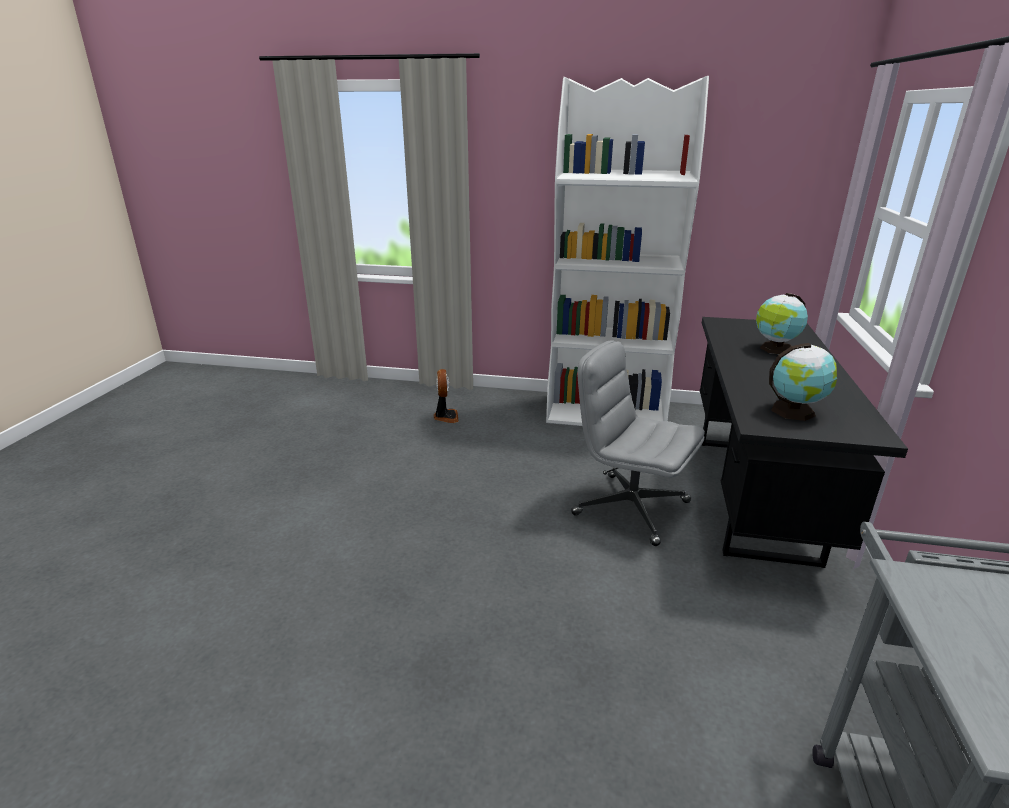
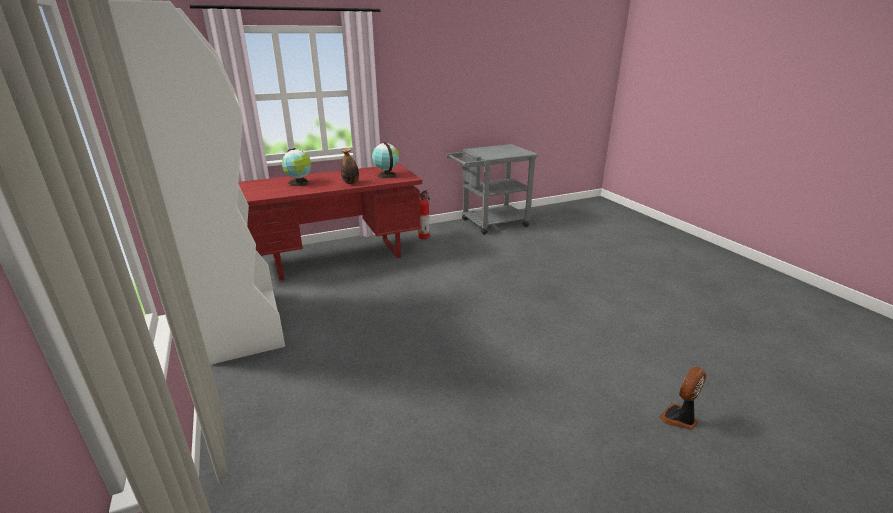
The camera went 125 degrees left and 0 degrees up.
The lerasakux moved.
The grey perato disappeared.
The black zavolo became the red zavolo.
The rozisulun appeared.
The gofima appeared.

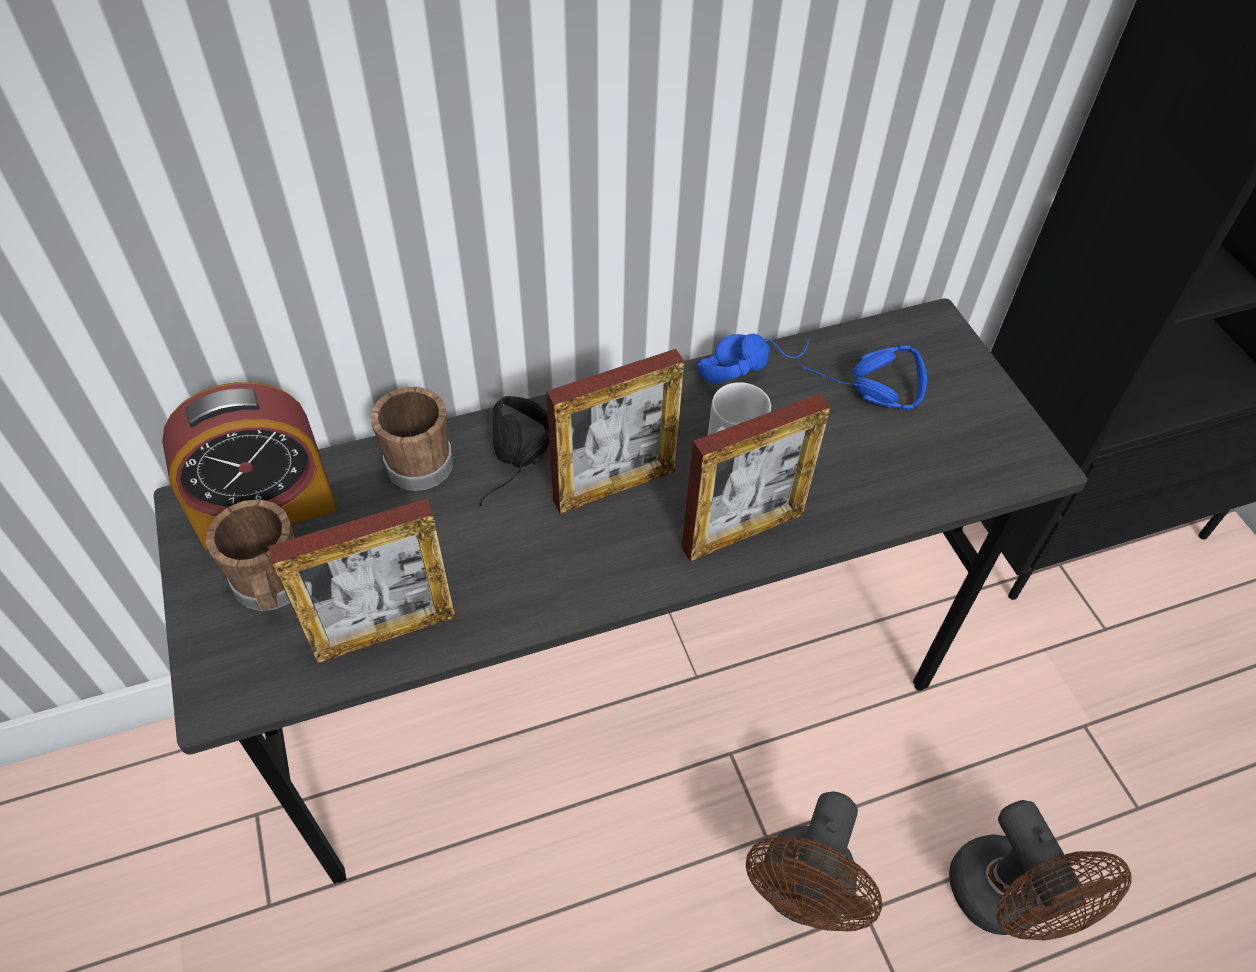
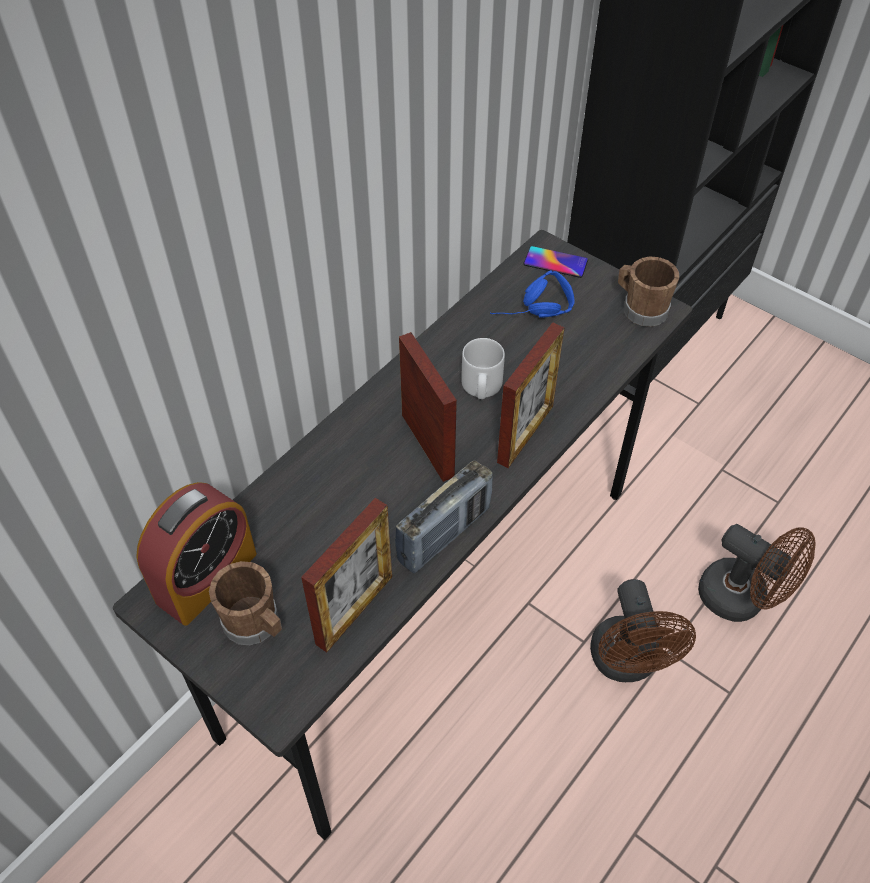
The camera went 30 degrees left and 0 degrees up.
The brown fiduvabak (2nd from left) moved.
The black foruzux disappeared.
The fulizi (2nd from left) turned 60 degrees counterclockwise.
The blue foruzux (1st from left) disappeared.
The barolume appeared.
The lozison appeared.

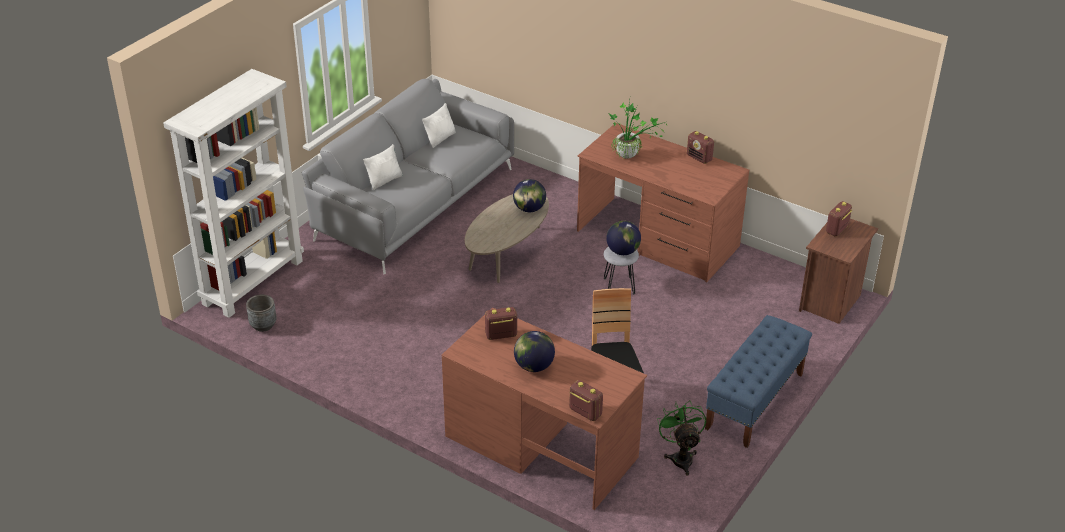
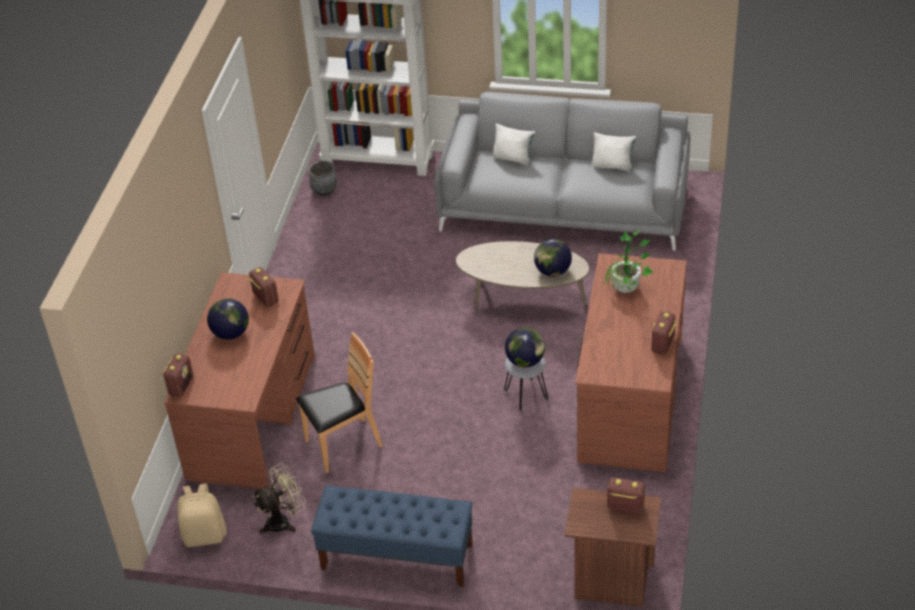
The camera went 70 degrees right and 5 degrees up.
The green lerasakux became the beige lerasakux.
The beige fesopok appeared.

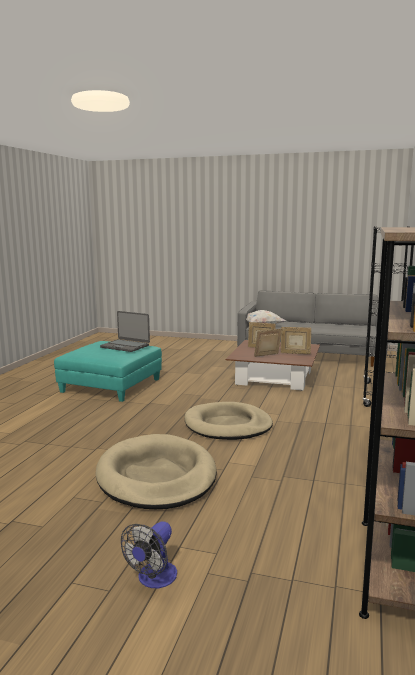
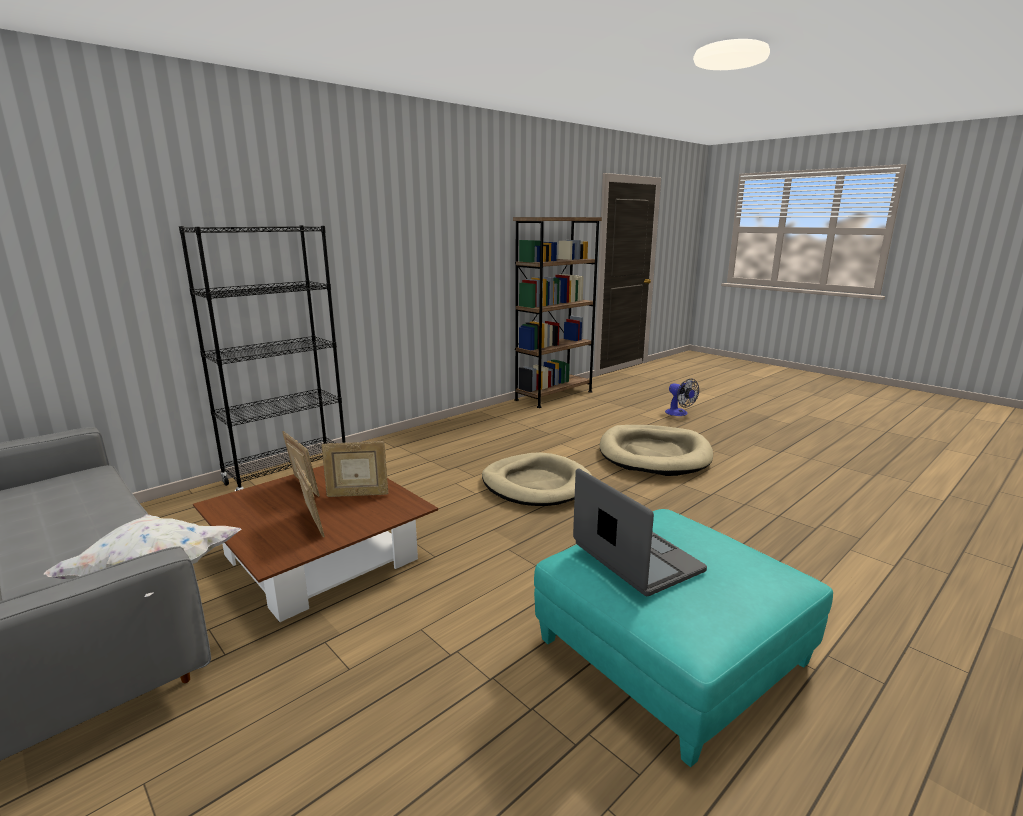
The camera went 150 degrees left and 5 degrees up.
The lerasakux turned 90 degrees clockwise.

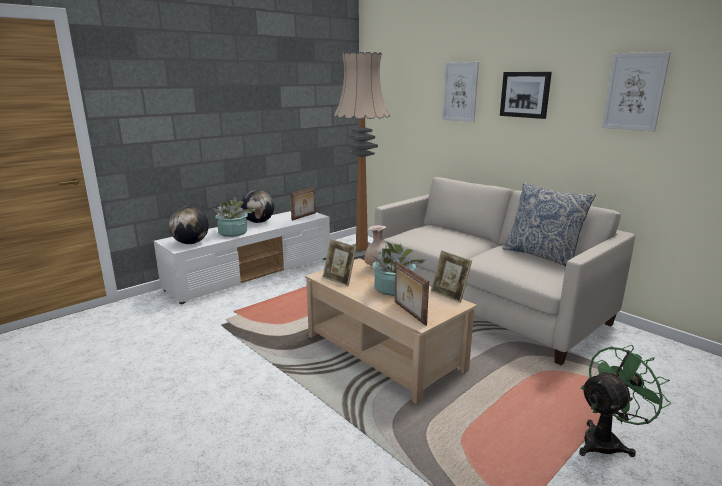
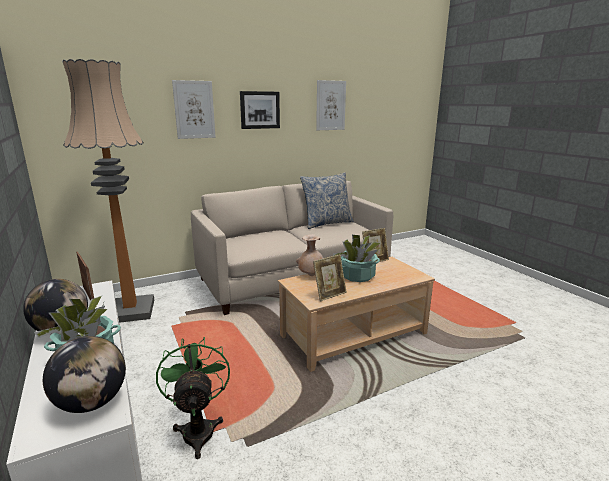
The camera went 75 degrees left and 0 degrees up.
The fulizi (3rd from left) disappeared.
The green lerasakux moved.

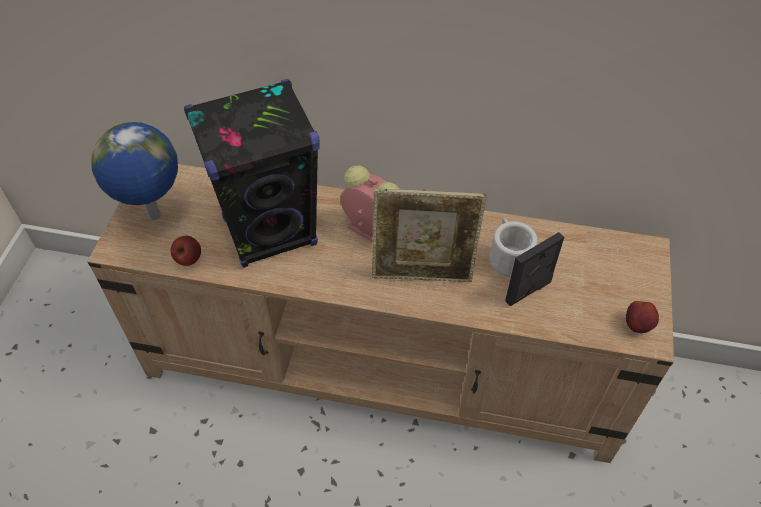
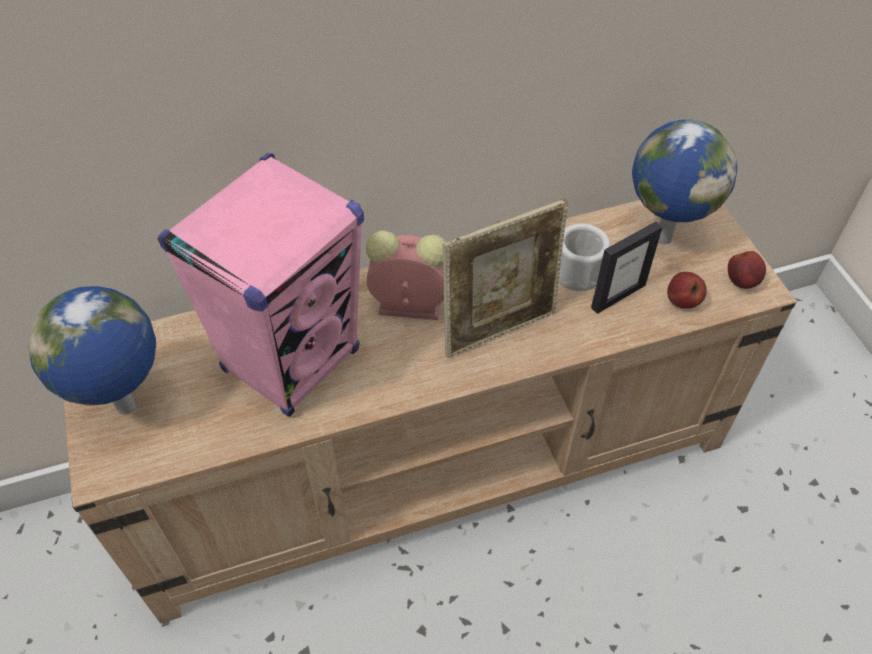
The camera went 30 degrees left and 0 degrees up.
The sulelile (1st from left) moved.
The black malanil became the pink malanil.
The fulizi (2nd from left) turned 150 degrees counterclockwise.
The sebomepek (2nd from left) appeared.

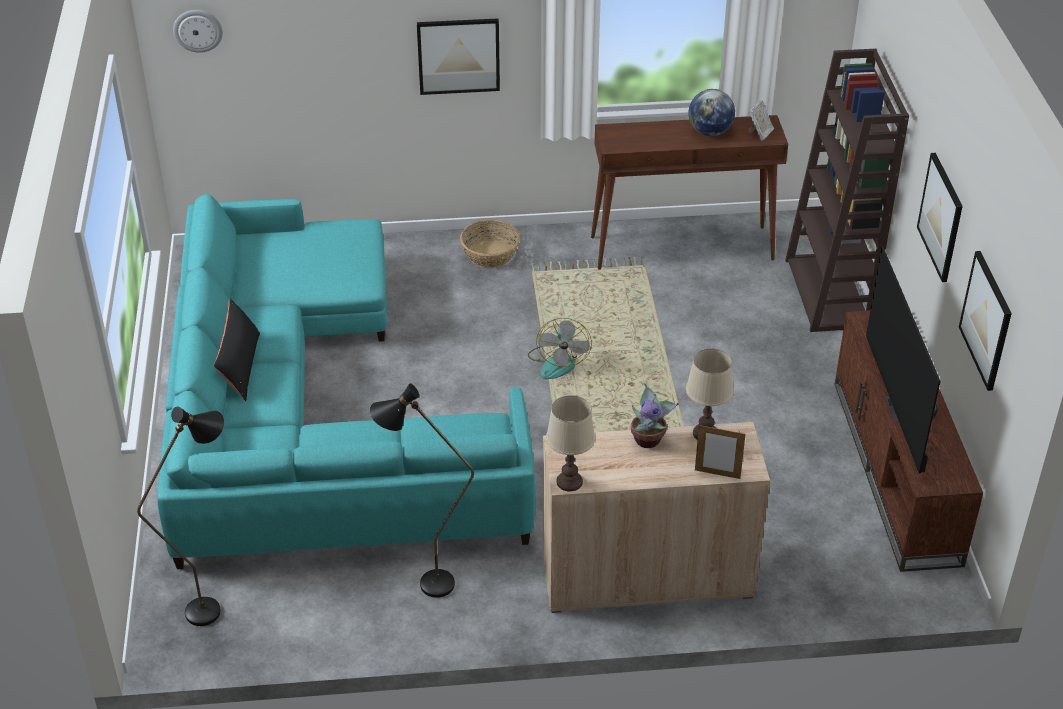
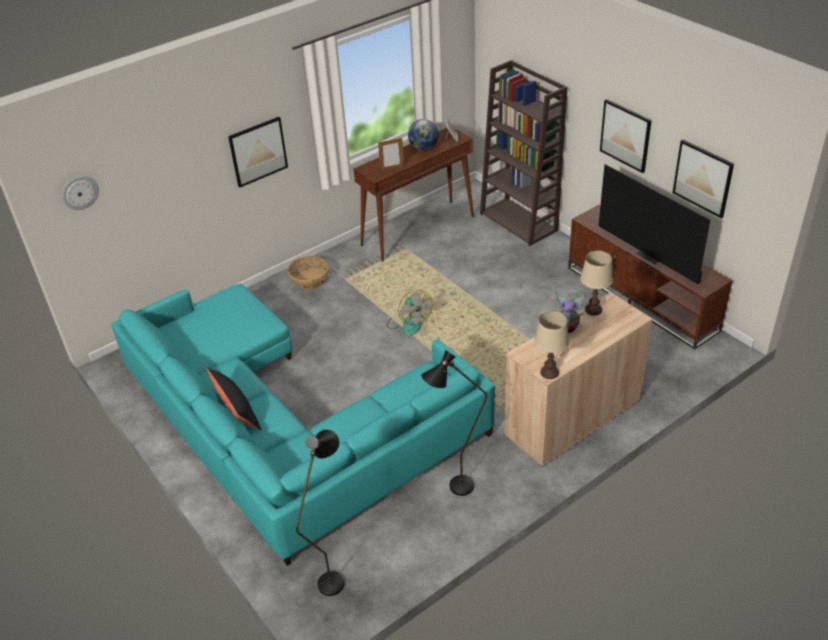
The camera went 30 degrees left and 0 degrees up.
The fulizi (1st from left) moved.

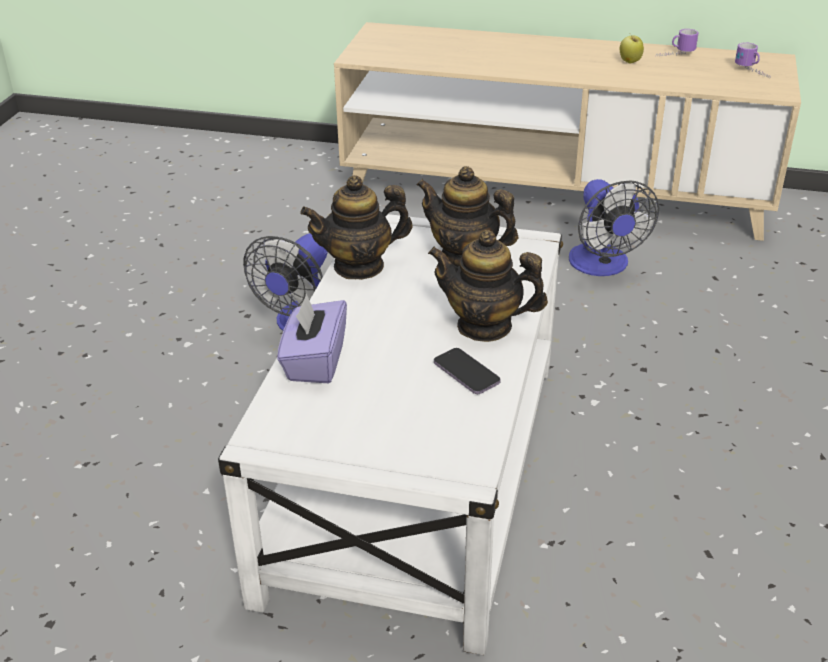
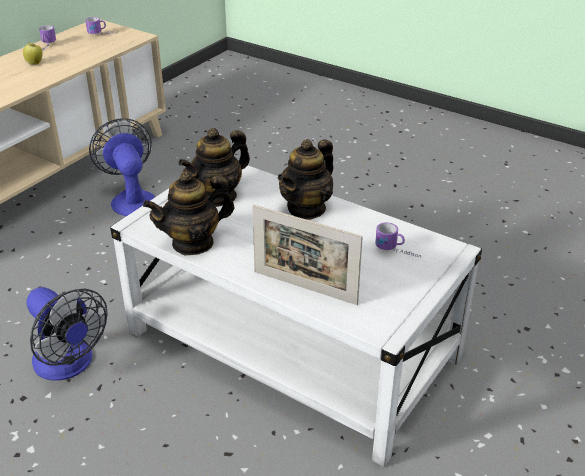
The camera went 70 degrees left and 0 degrees up.
The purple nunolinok was replaced by the fulizi.
The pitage (1st from left) turned 60 degrees clockwise.
The lozison disappeared.
The lerasakux (2nd from left) turned 120 degrees counterclockwise.
The fiduvabak (3rd from left) appeared.

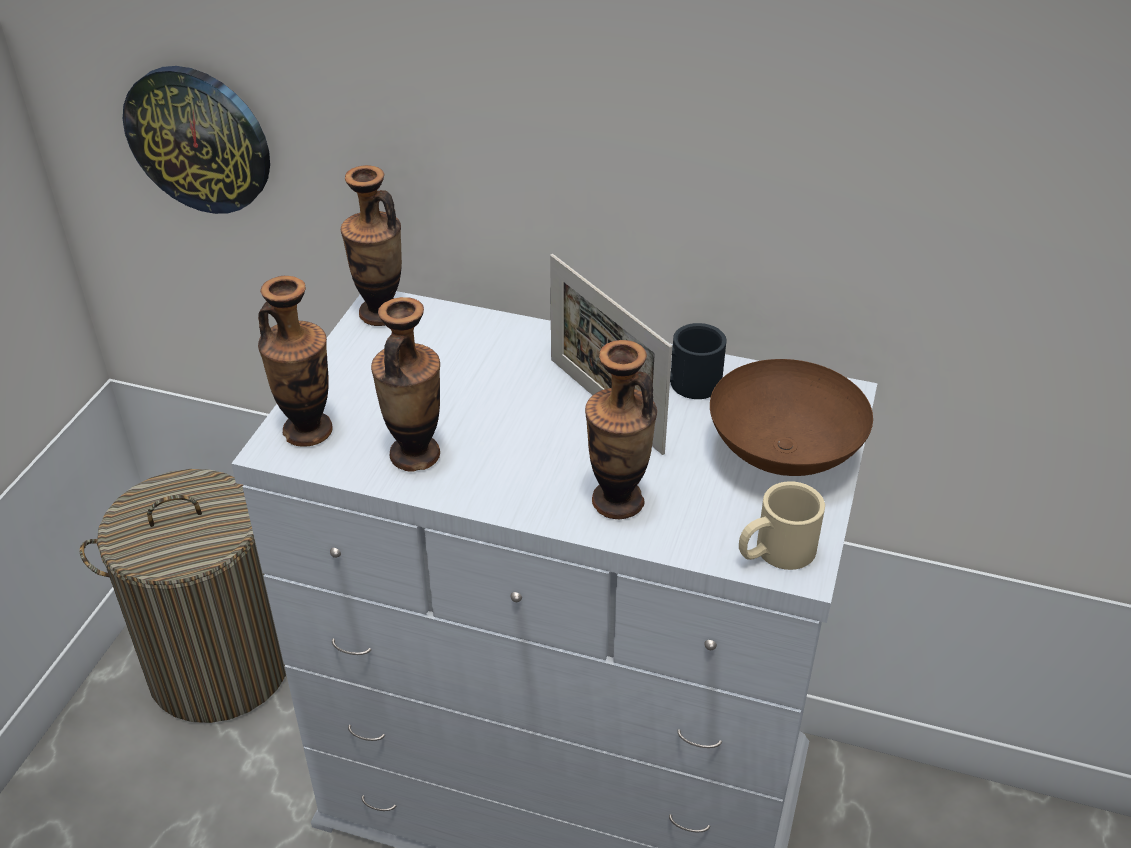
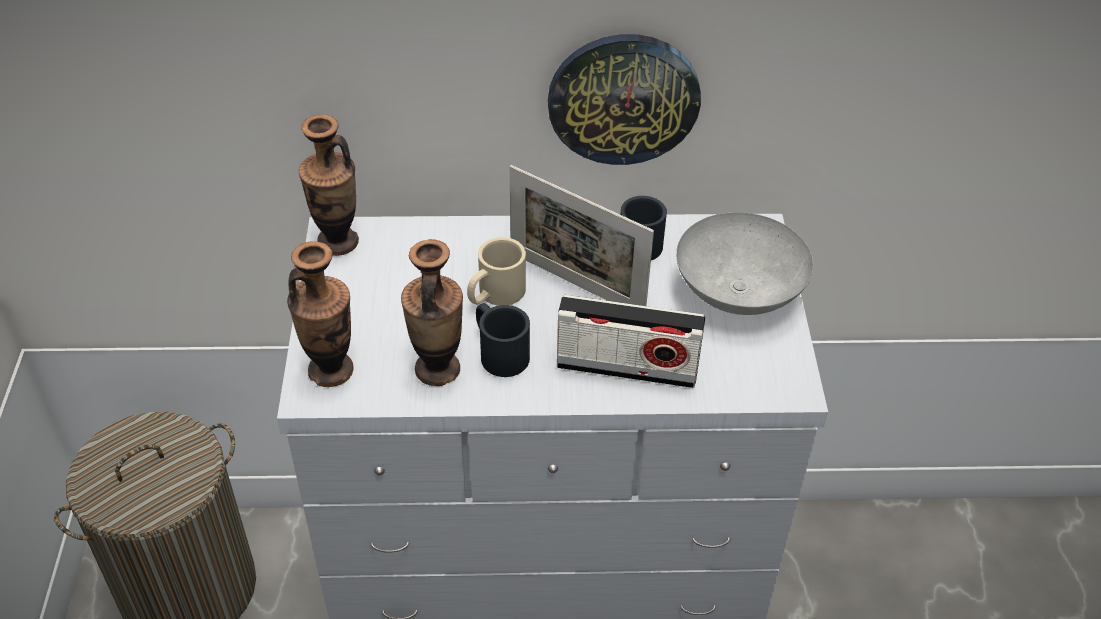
The camera went 20 degrees left and 5 degrees up.
The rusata moved.
The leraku (4th from left) was replaced by the barolume.
The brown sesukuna became the grey sesukuna.
The beige fiduvabak moved.
The black fiduvabak (1st from left) appeared.

